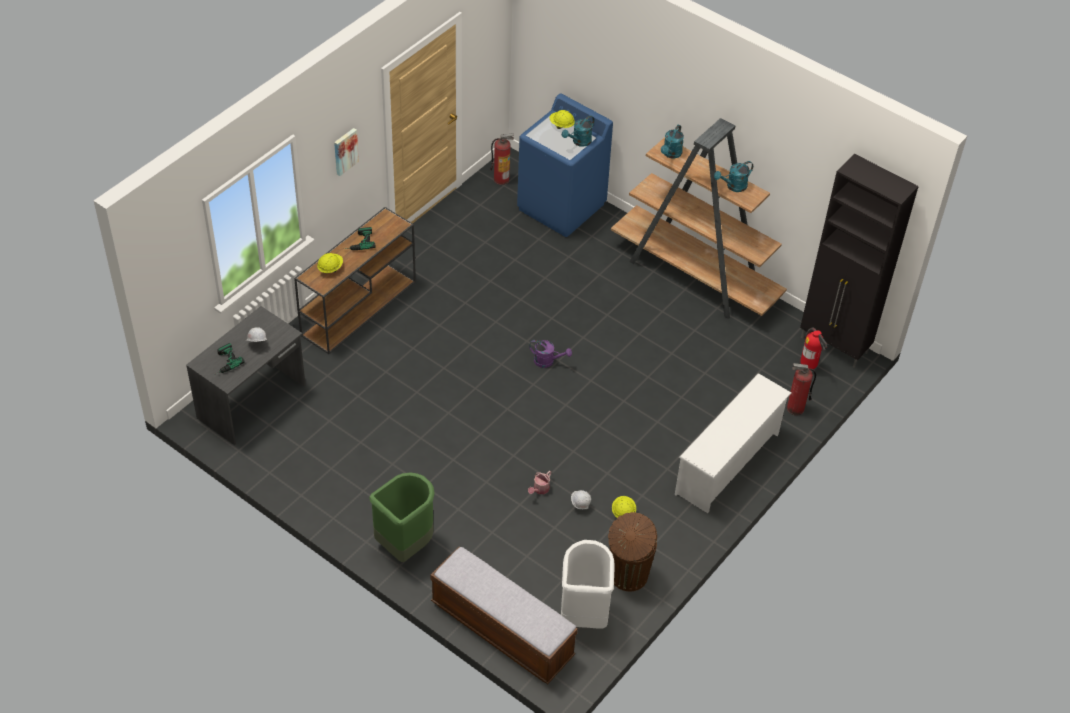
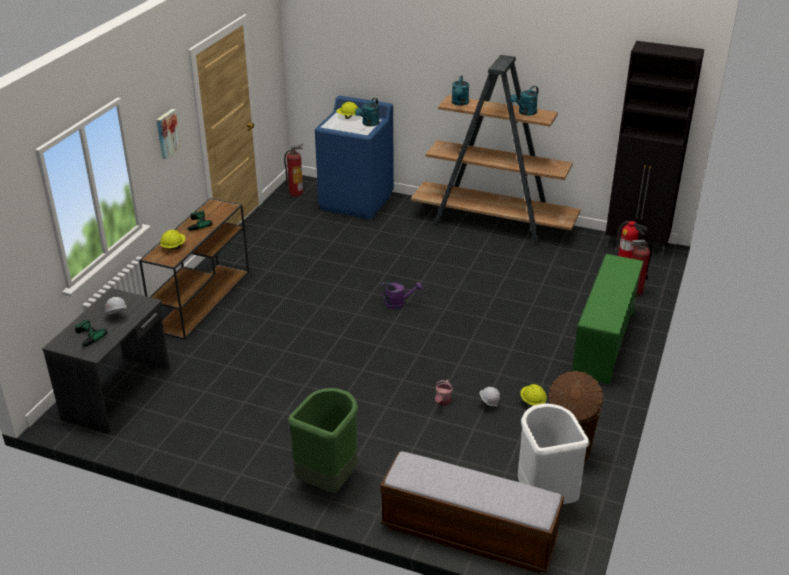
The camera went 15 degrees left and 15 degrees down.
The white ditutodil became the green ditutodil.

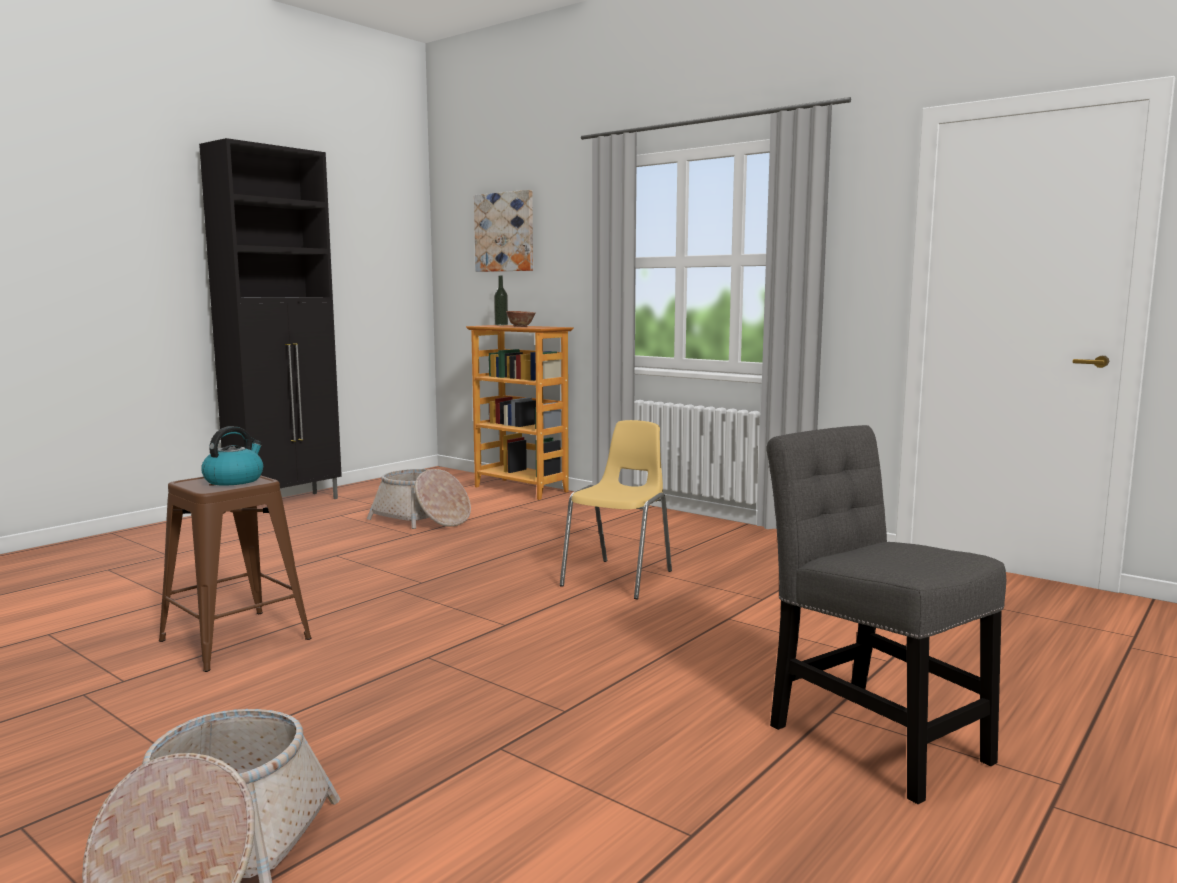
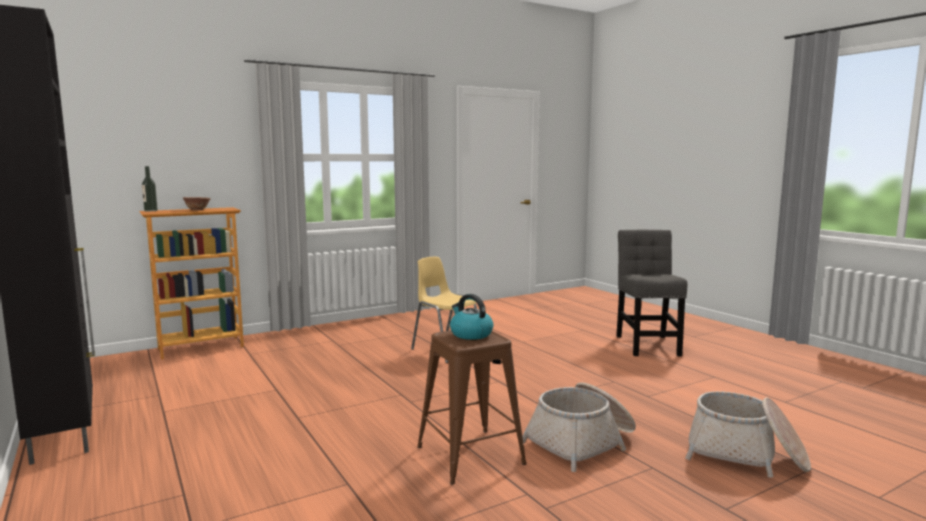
The camera went 70 degrees left and 0 degrees up.
The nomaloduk (2nd from left in the first image) moved.
The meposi disappeared.
The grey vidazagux turned 105 degrees clockwise.

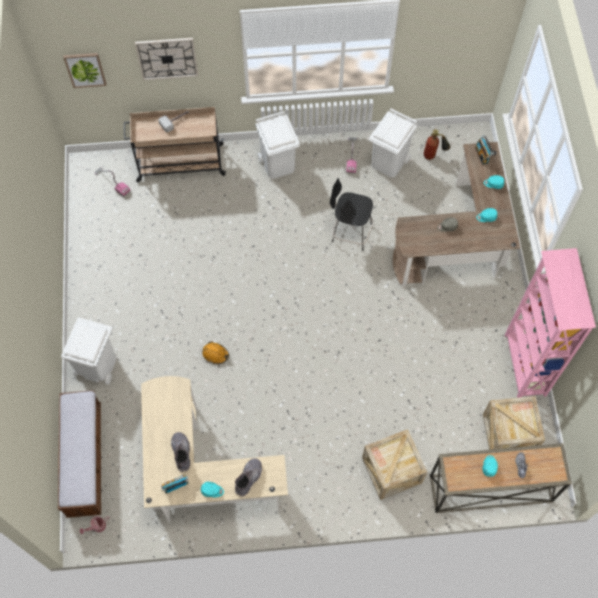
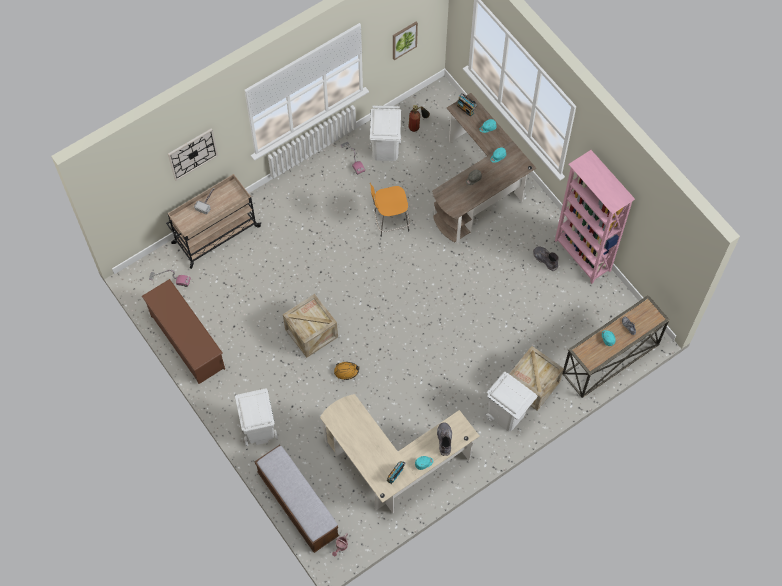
The camera went 30 degrees left and 0 degrees up.
The meposi moved.
The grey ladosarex (1st from left in the first image) moved.
The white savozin (2nd from left in the first image) moved.
The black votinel became the orange votinel.
The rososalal (2nd from left in the first image) moved.
The brown ditutodil appeared.

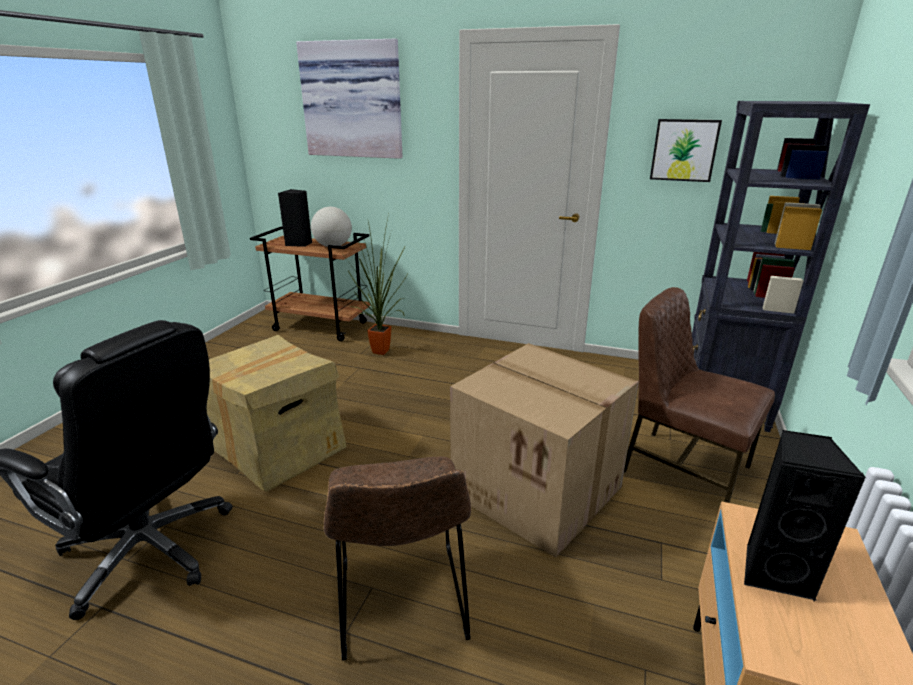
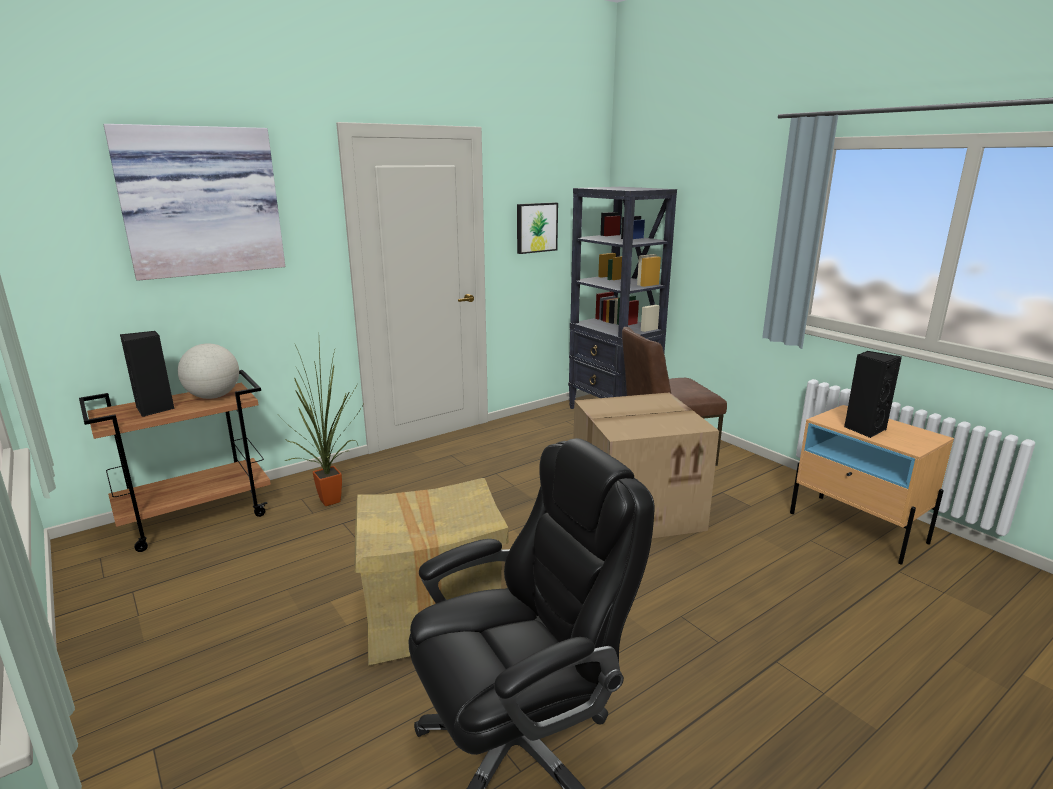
The camera went 55 degrees left and 5 degrees down.
The brown vidazagux (1st from left) disappeared.

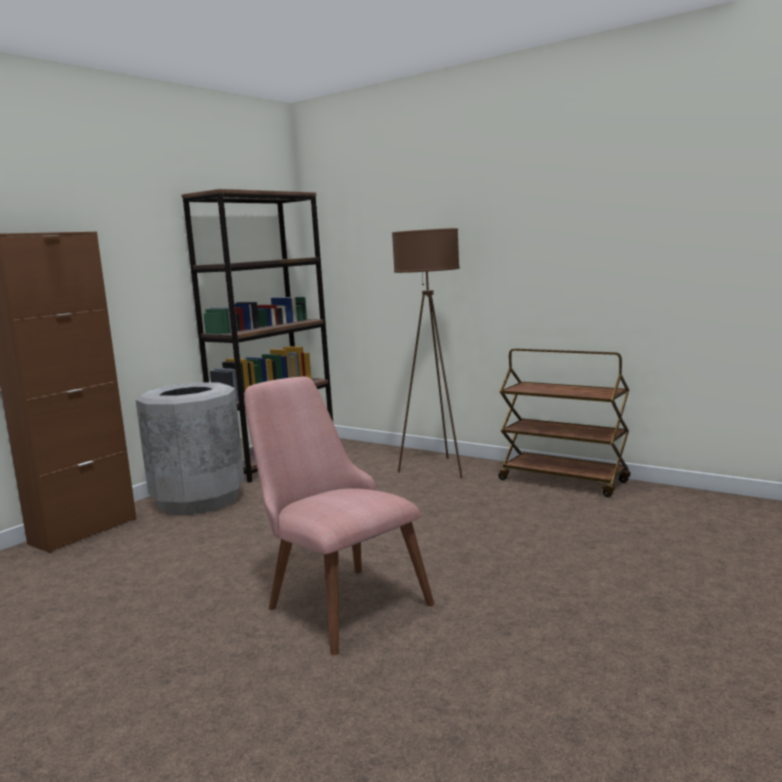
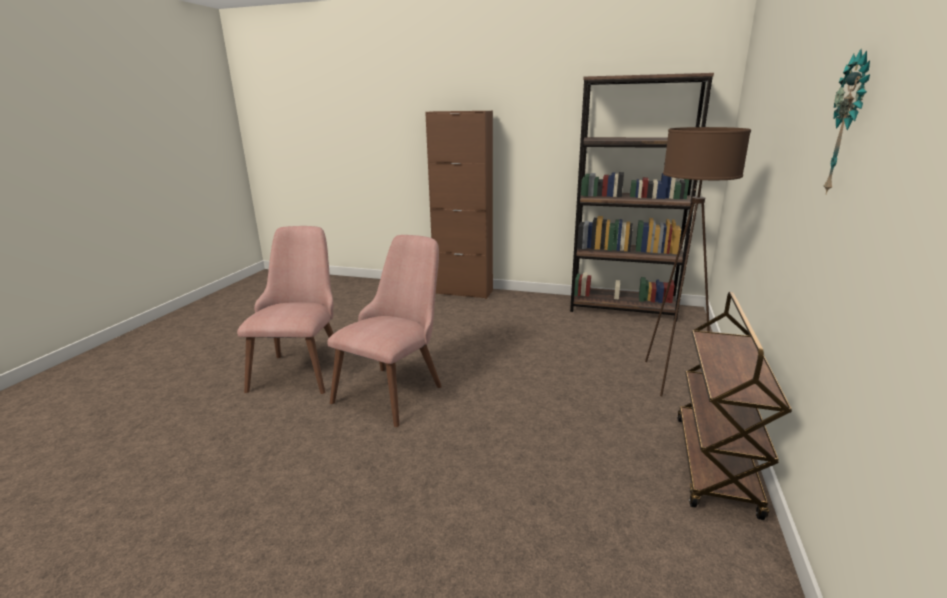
The camera went 70 degrees right and 10 degrees up.
The grey savozin disappeared.
The pink vidazagux (1st from left) appeared.
The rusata appeared.

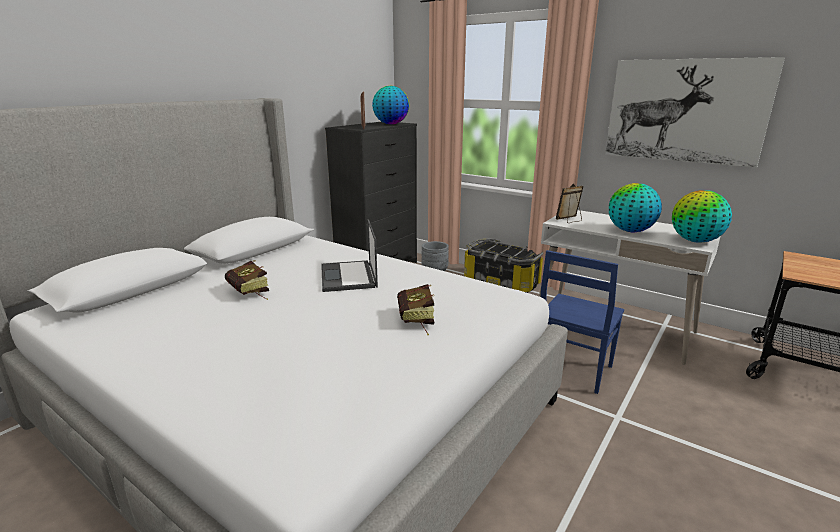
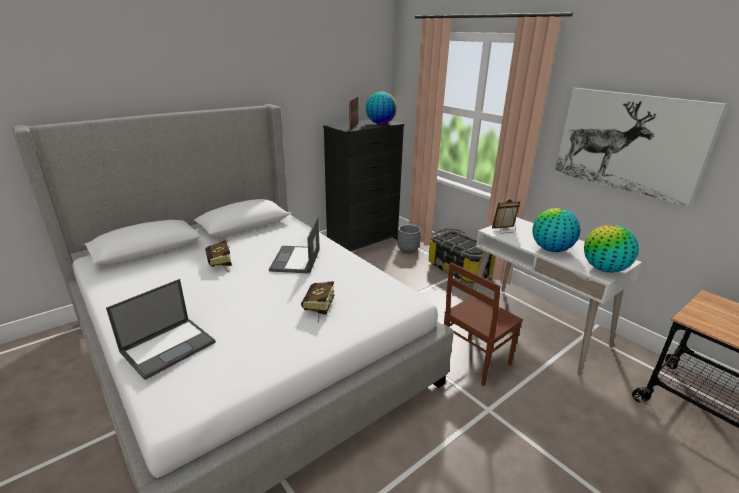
The camera went 15 degrees right and 5 degrees up.
The blue vidazagux became the brown vidazagux.
The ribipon (1st from left) appeared.

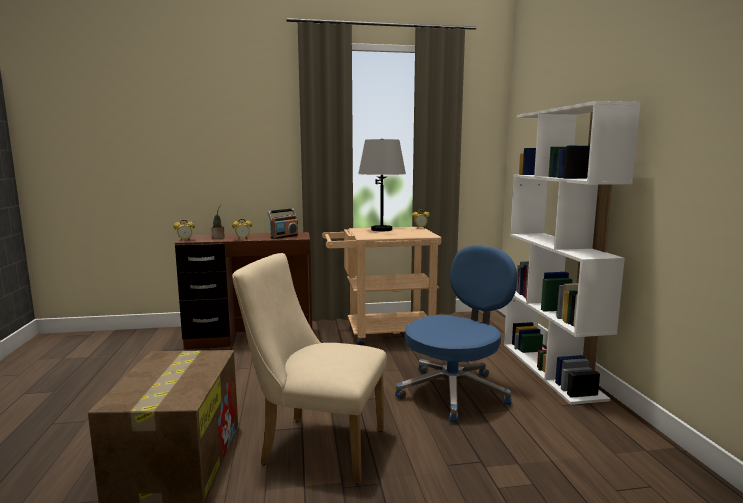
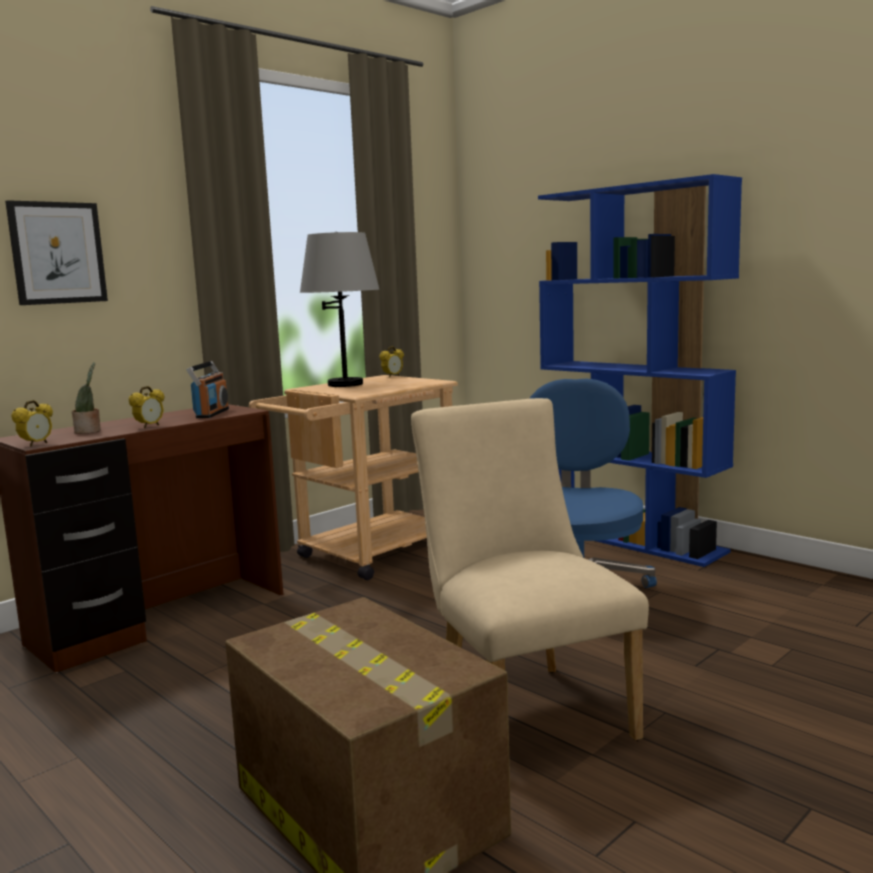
The camera went 35 degrees left and 0 degrees up.
The beige vidazagux turned 90 degrees clockwise.
The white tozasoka became the blue tozasoka.
The meposi appeared.

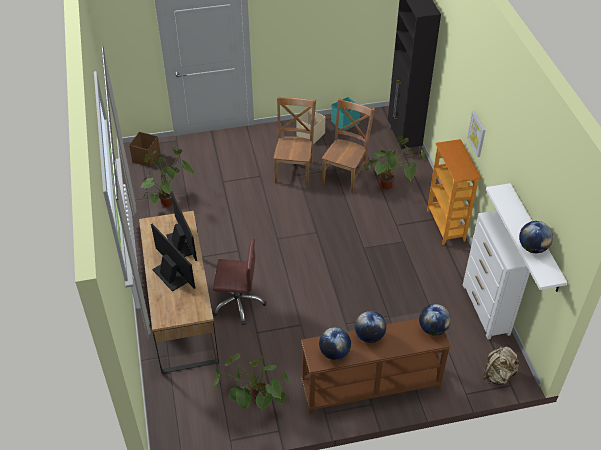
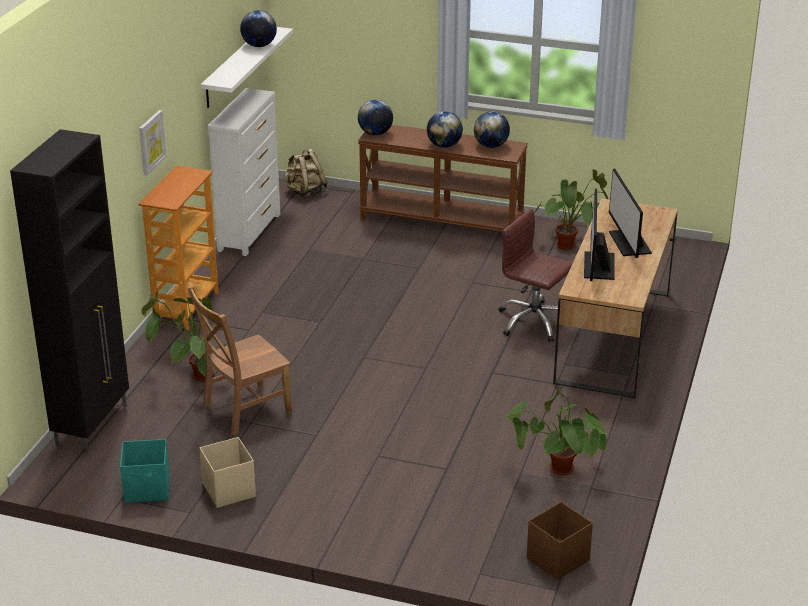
The camera went 150 degrees left and 15 degrees down.
The brown vidazagux (1st from left) disappeared.

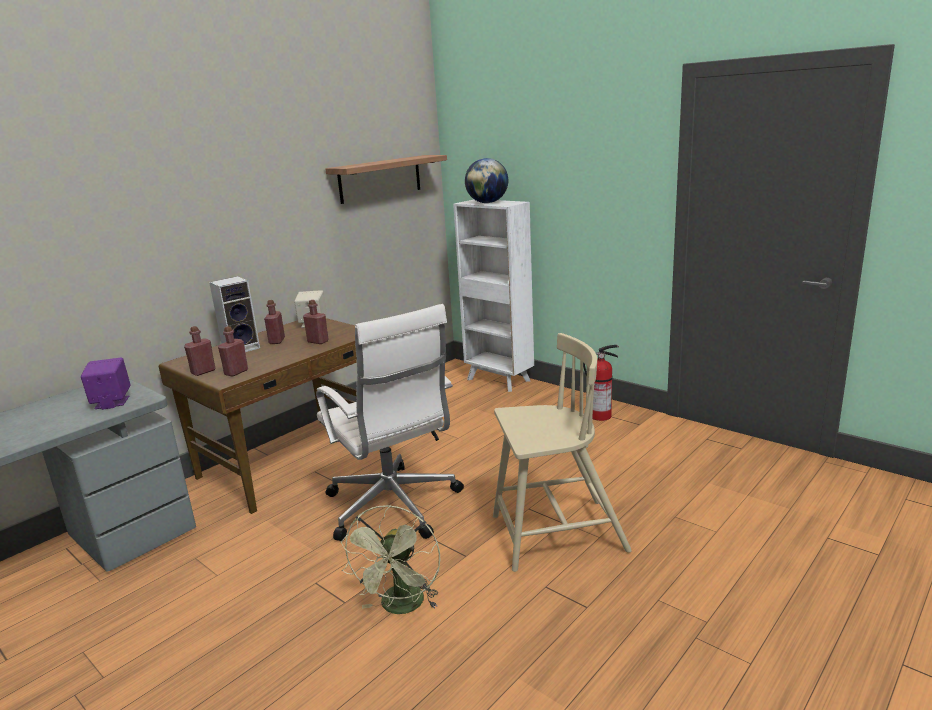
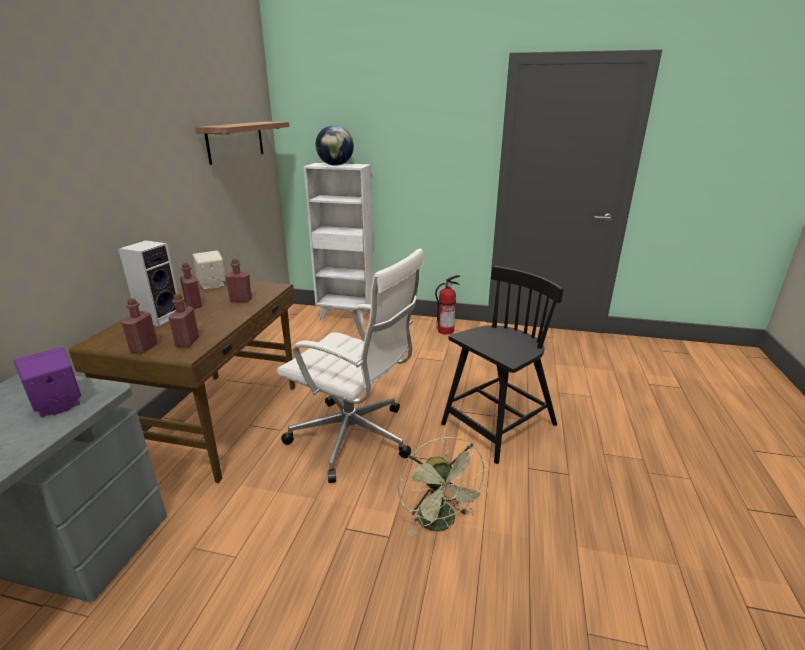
The camera went 30 degrees left and 5 degrees up.
The beige vidazagux became the black vidazagux.

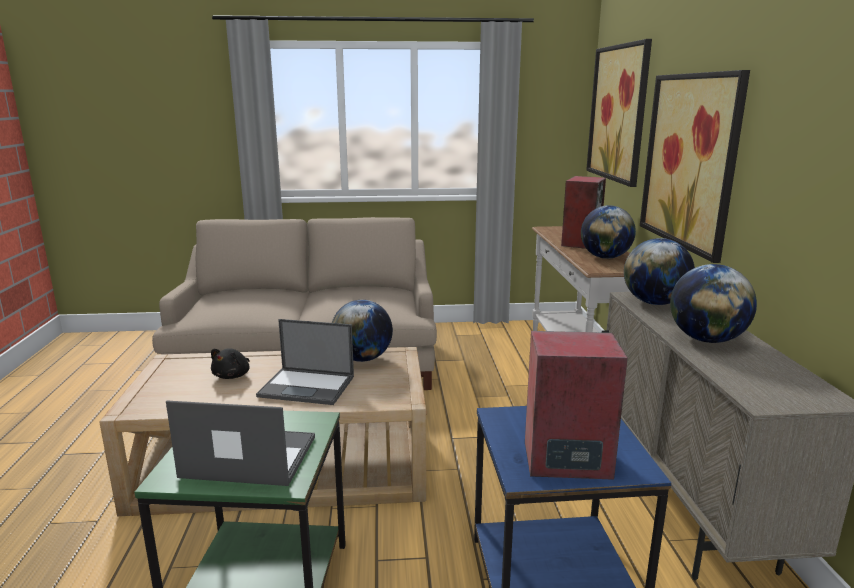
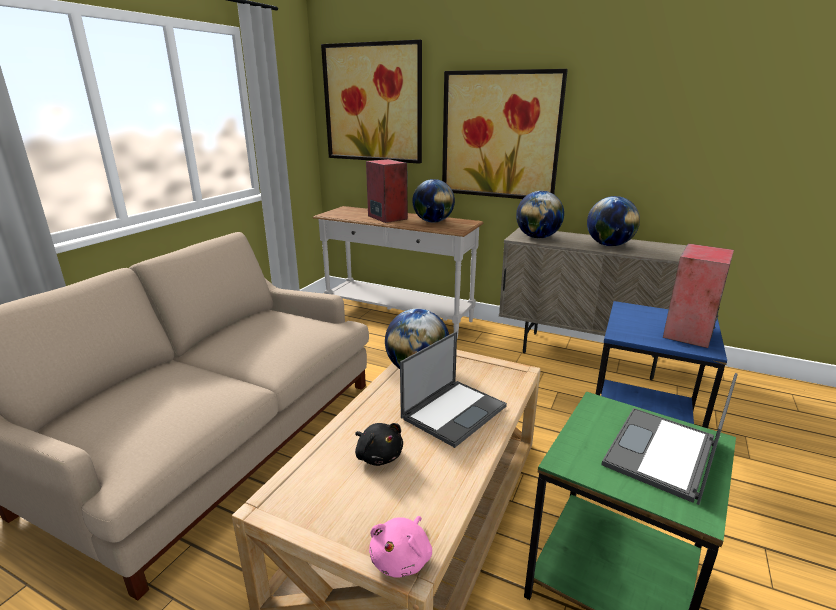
The camera went 60 degrees left and 5 degrees up.
The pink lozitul appeared.

